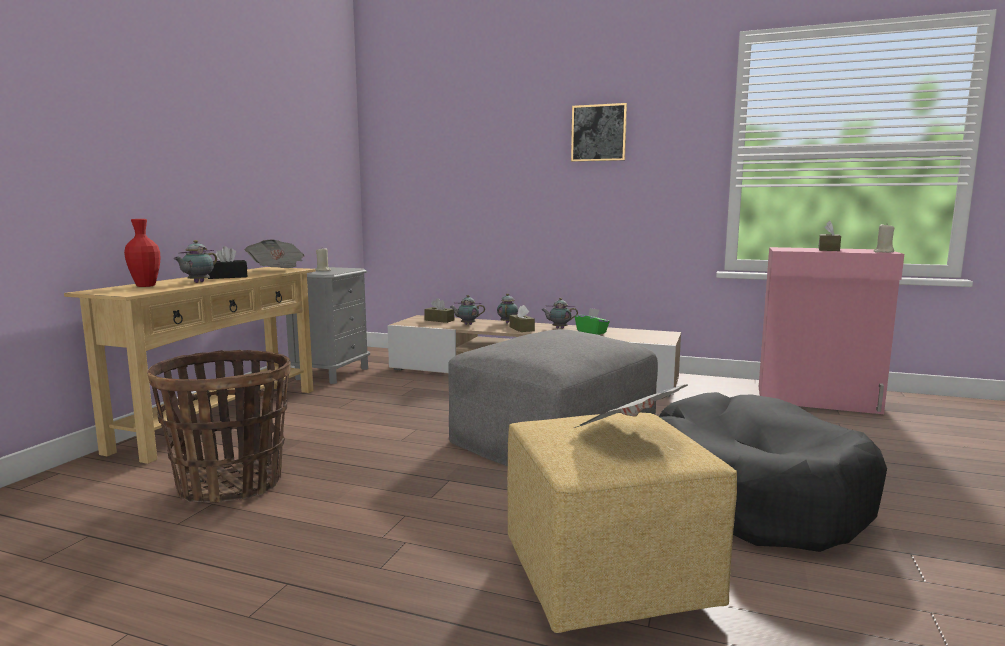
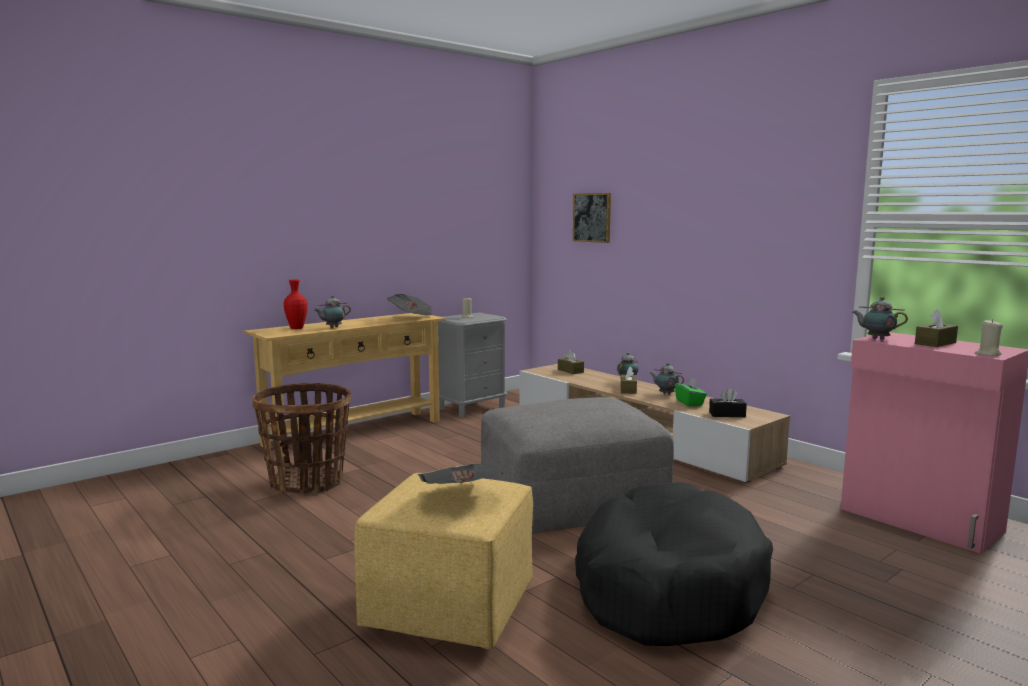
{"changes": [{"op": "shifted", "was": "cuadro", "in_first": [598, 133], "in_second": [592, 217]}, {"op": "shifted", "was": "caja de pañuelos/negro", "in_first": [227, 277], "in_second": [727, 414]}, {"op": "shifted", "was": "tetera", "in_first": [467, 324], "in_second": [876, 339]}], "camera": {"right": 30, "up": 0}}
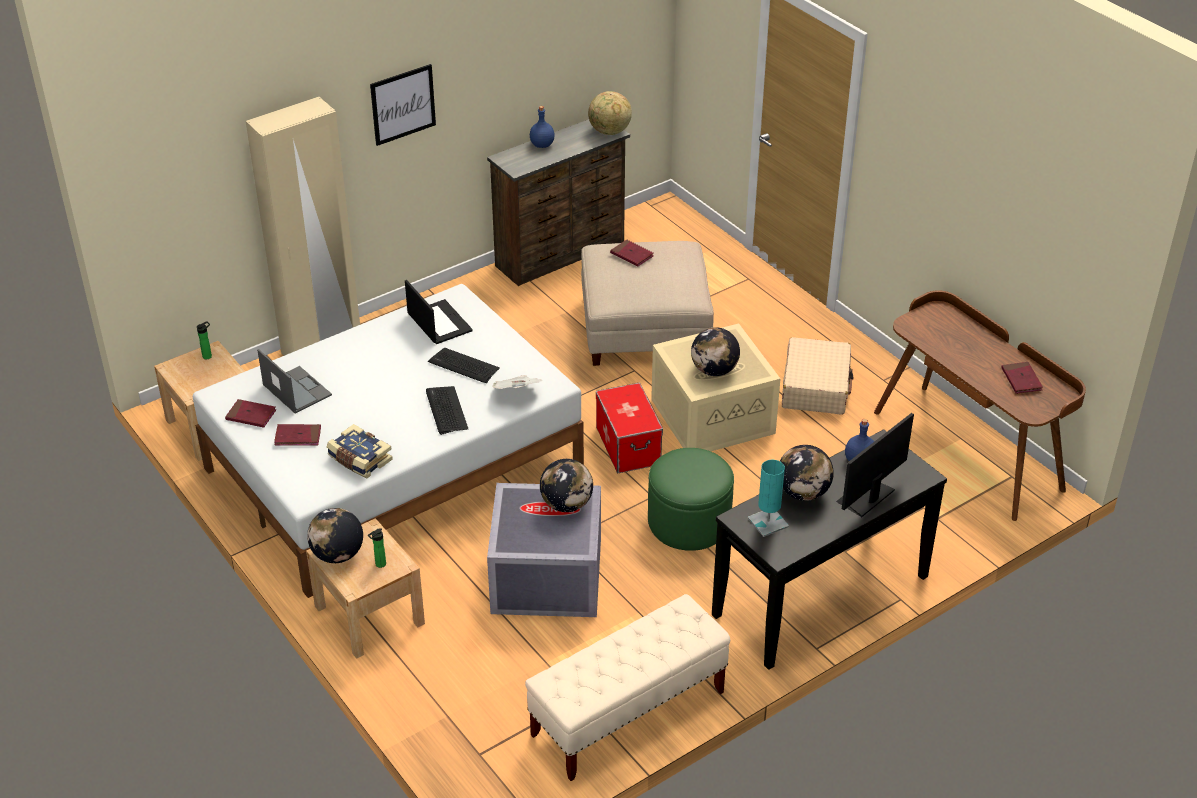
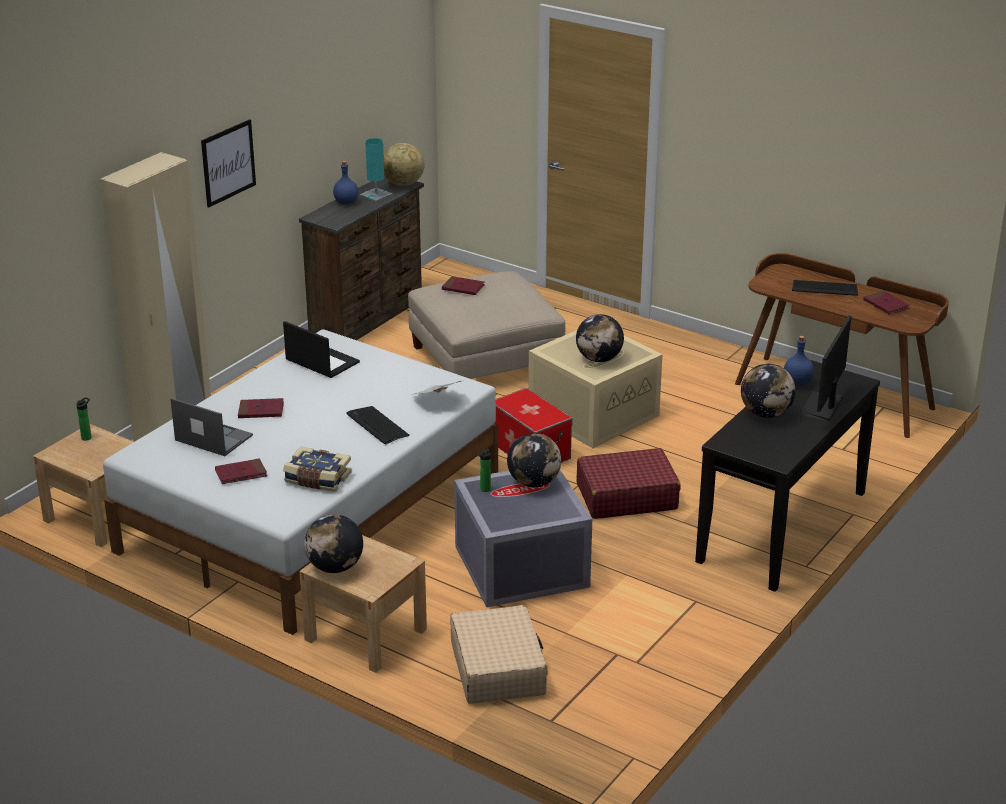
{"changes": [{"op": "shifted", "was": "maleta/beis", "in_first": [815, 386], "in_second": [498, 668]}, {"op": "shifted", "was": "teclado", "in_first": [464, 366], "in_second": [824, 289]}, {"op": "shifted", "was": "libro/rojo", "in_first": [251, 415], "in_second": [261, 411]}, {"op": "swapped", "was": "puf/verde", "now": "maleta/rojo", "in_first": [689, 522], "in_second": [626, 496]}, {"op": "shifted", "was": "lámpara de mesa/turquesa", "in_first": [768, 522], "in_second": [376, 195]}, {"op": "shifted", "was": "botella", "in_first": [379, 565], "in_second": [484, 490]}, {"op": "gone", "was": "banco/beis", "in_first": [627, 714]}], "camera": {"right": -20, "up": -10}}
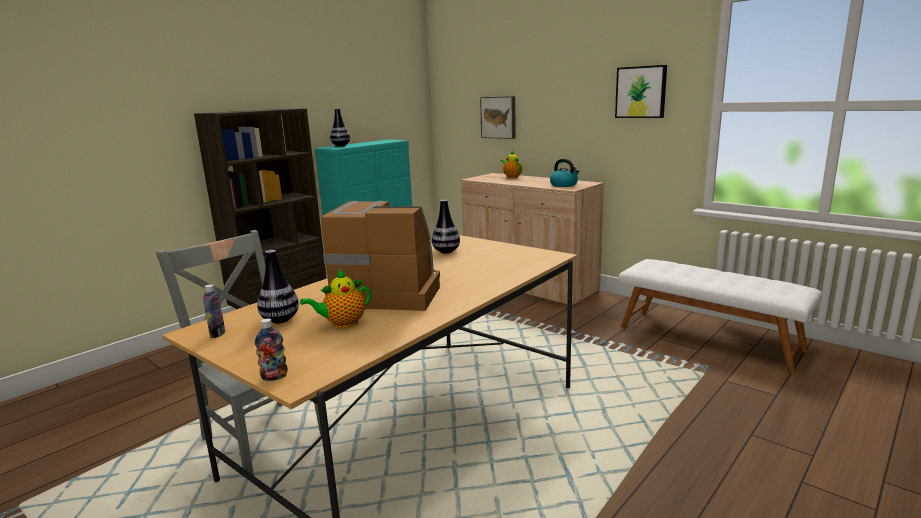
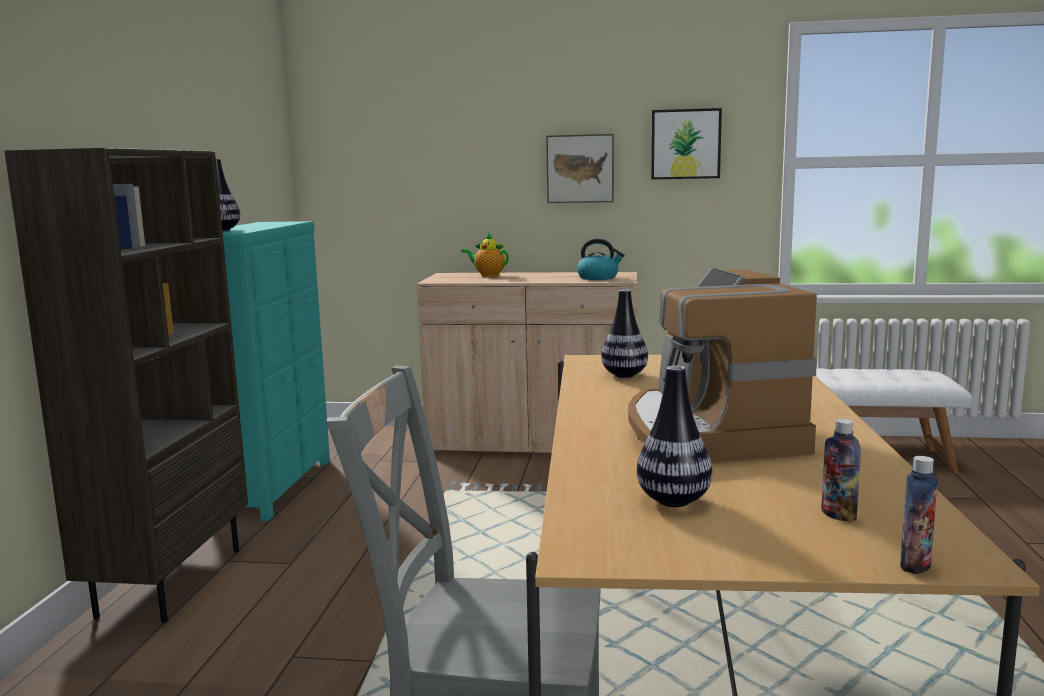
{"changes": [{"op": "shifted", "was": "cuadro", "in_first": [499, 117], "in_second": [580, 168]}, {"op": "rotated", "was": "cafetera", "in_first": [386, 292], "in_second": [707, 434], "clockwise": -75}, {"op": "gone", "was": "tetera", "in_first": [342, 324]}, {"op": "shifted", "was": "botella", "in_first": [217, 334], "in_second": [838, 515]}], "camera": {"right": -35, "up": -5}}
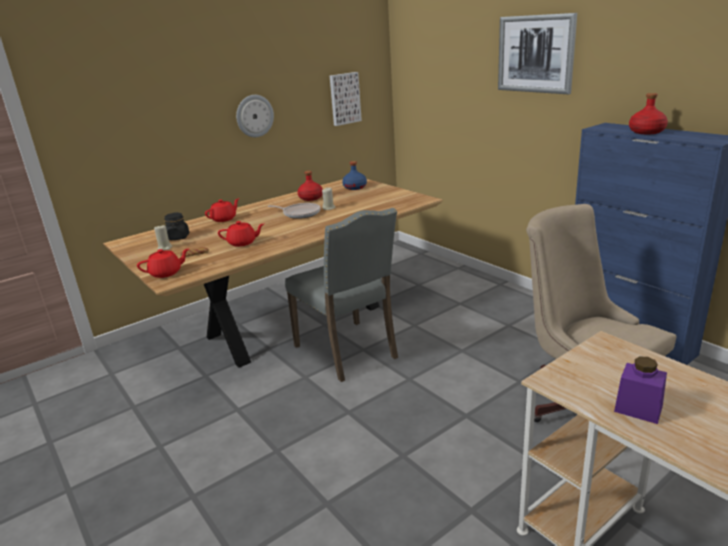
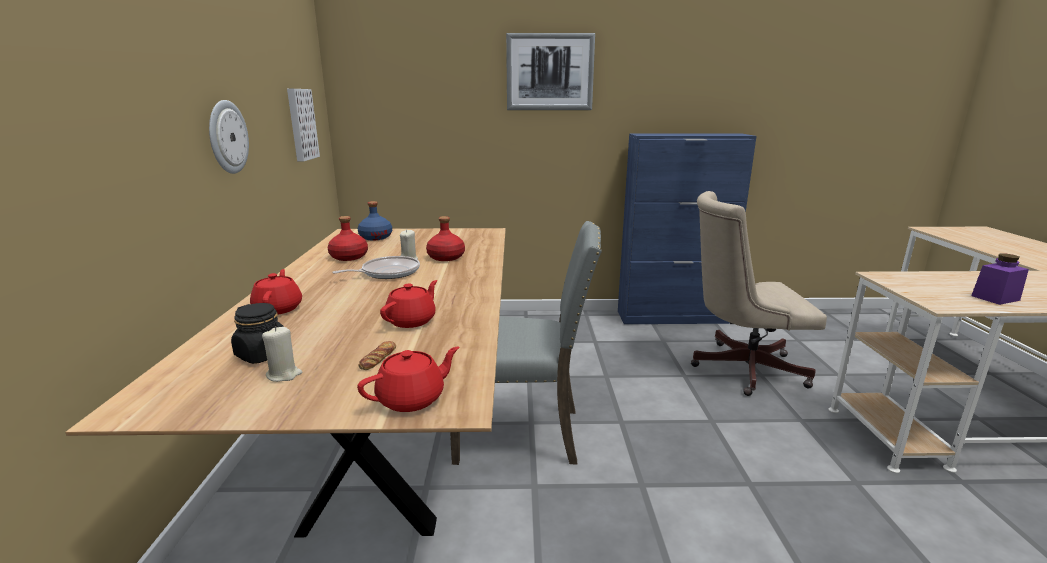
{"changes": [{"op": "shifted", "was": "botella/rojo", "in_first": [646, 132], "in_second": [446, 257]}, {"op": "rotated", "was": "tetera/rojo", "in_first": [166, 273], "in_second": [412, 399], "clockwise": 45}], "camera": {"right": -55, "up": -5}}
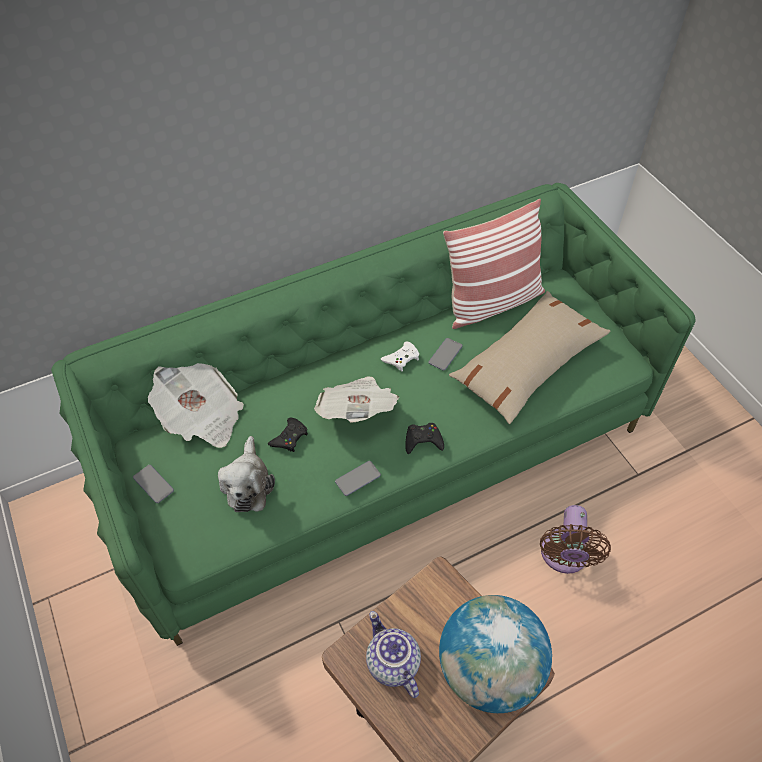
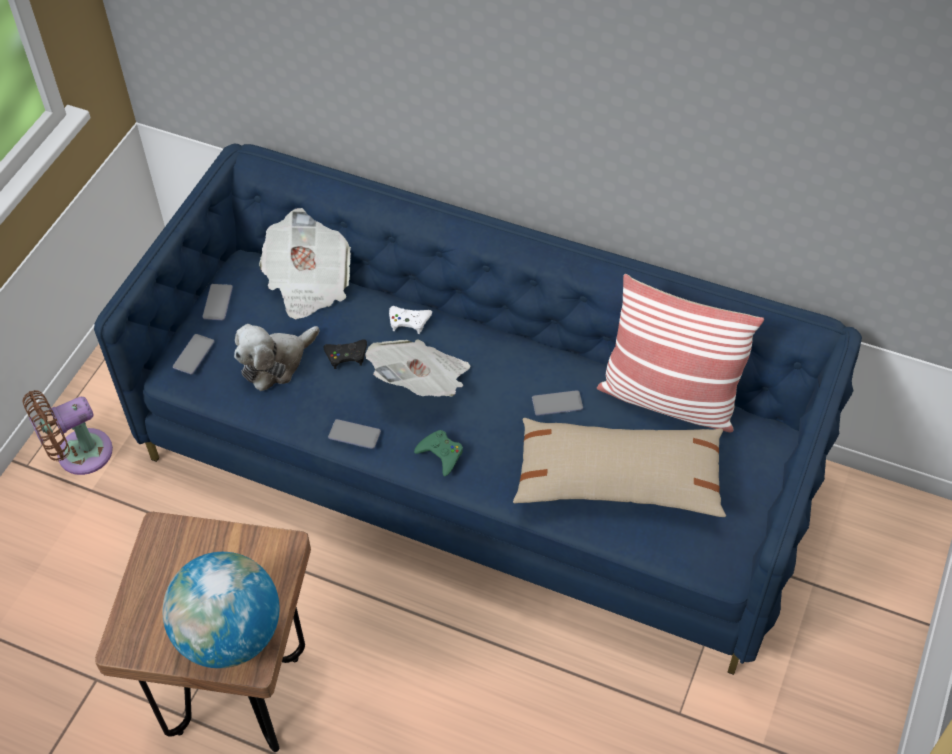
{"changes": [{"op": "repainted", "was": "sofá/verde", "now": "sofá/azul", "in_first": [381, 451], "in_second": [478, 465]}, {"op": "shifted", "was": "mando de consola/blanco", "in_first": [401, 358], "in_second": [409, 321]}, {"op": "repainted", "was": "mando de consola/negro", "now": "mando de consola/verde", "in_first": [423, 440], "in_second": [441, 454]}, {"op": "shifted", "was": "ventilador/marrón", "in_first": [564, 556], "in_second": [78, 455]}, {"op": "gone", "was": "tetera", "in_first": [391, 663]}, {"op": "new", "now": "móvil", "in_second": [194, 355]}], "camera": {"right": 50, "up": 0}}
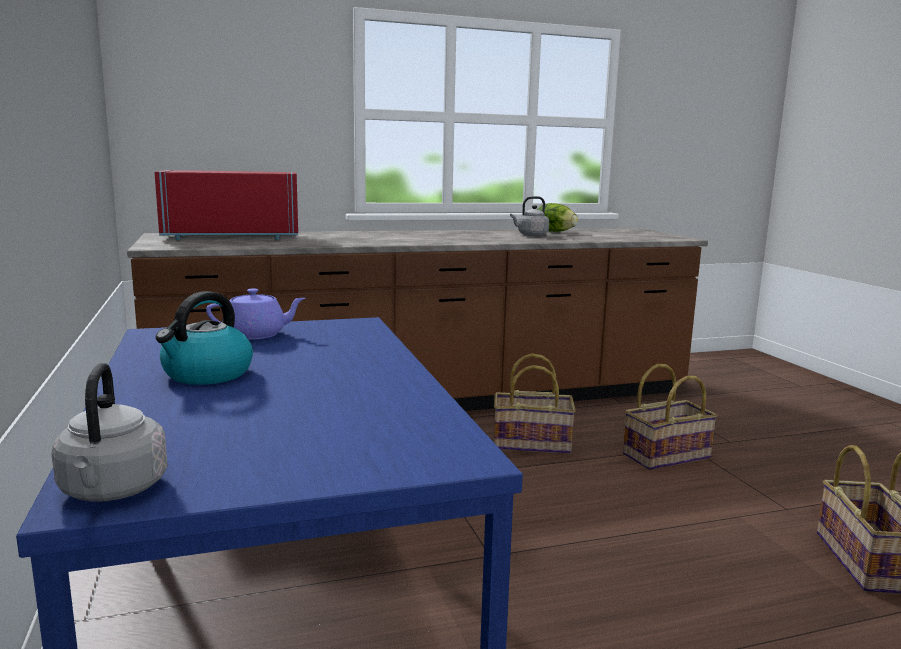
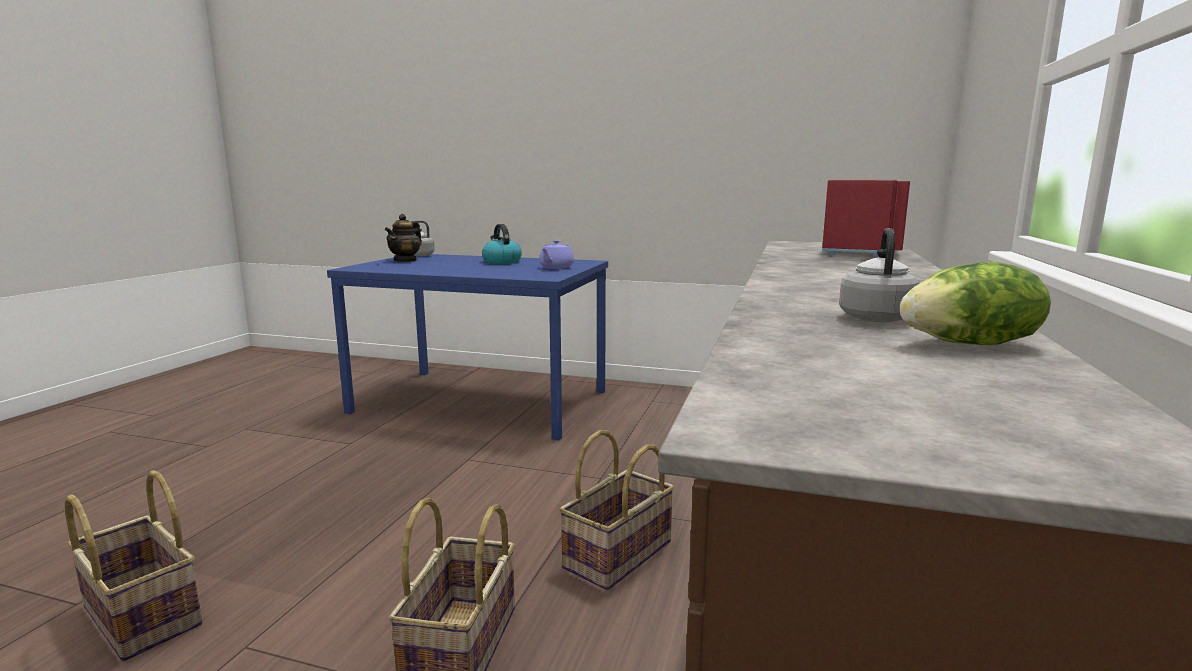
{"changes": [{"op": "new", "now": "tetera", "in_second": [406, 260]}], "camera": {"right": 125, "up": 0}}
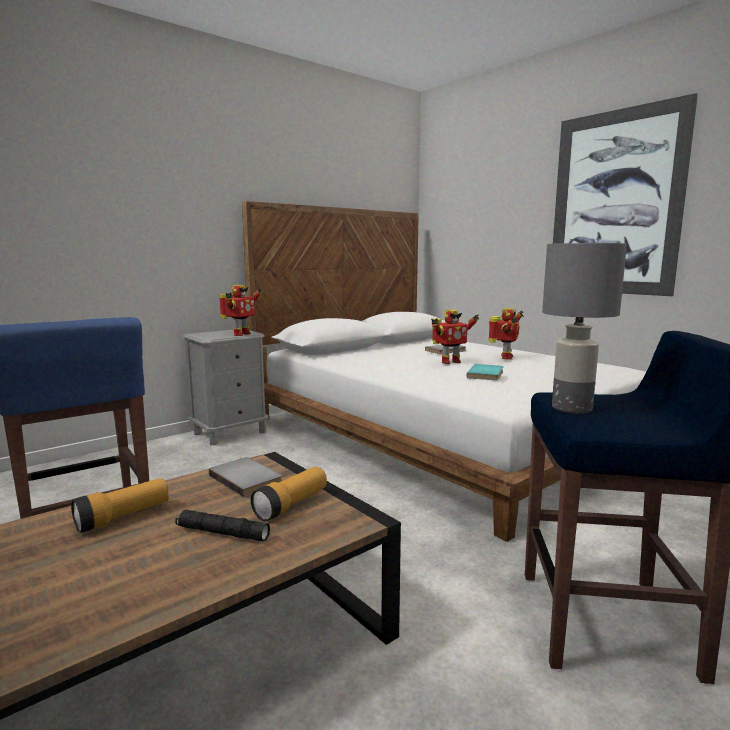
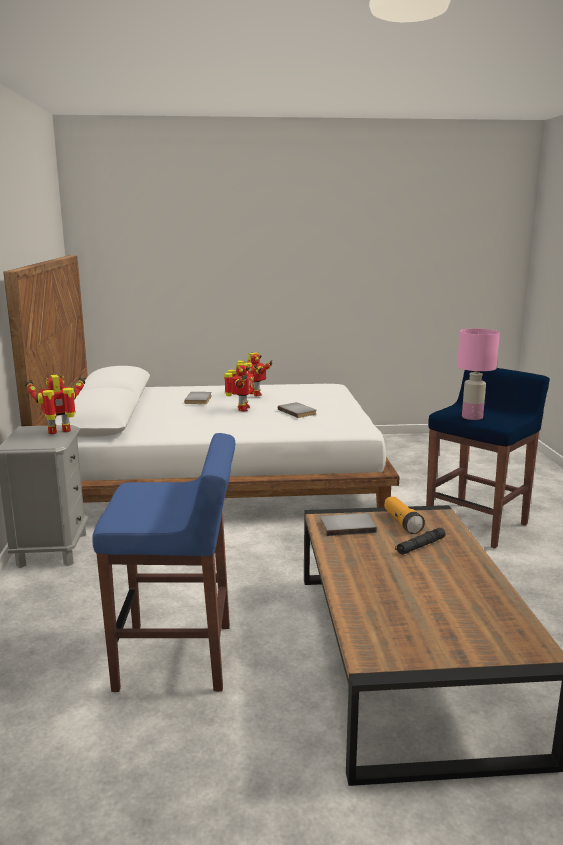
{"changes": [{"op": "gone", "was": "cuadro", "in_first": [614, 204]}, {"op": "repainted", "was": "lámpara de mesa/gris", "now": "lámpara de mesa/rosa", "in_first": [571, 408], "in_second": [471, 417]}, {"op": "rotated", "was": "robot de juguete", "in_first": [240, 334], "in_second": [60, 432], "clockwise": -90}, {"op": "repainted", "was": "libro/turquesa", "now": "libro/gris", "in_first": [487, 374], "in_second": [298, 411]}, {"op": "gone", "was": "linterna", "in_first": [123, 517]}], "camera": {"right": -55, "up": 5}}
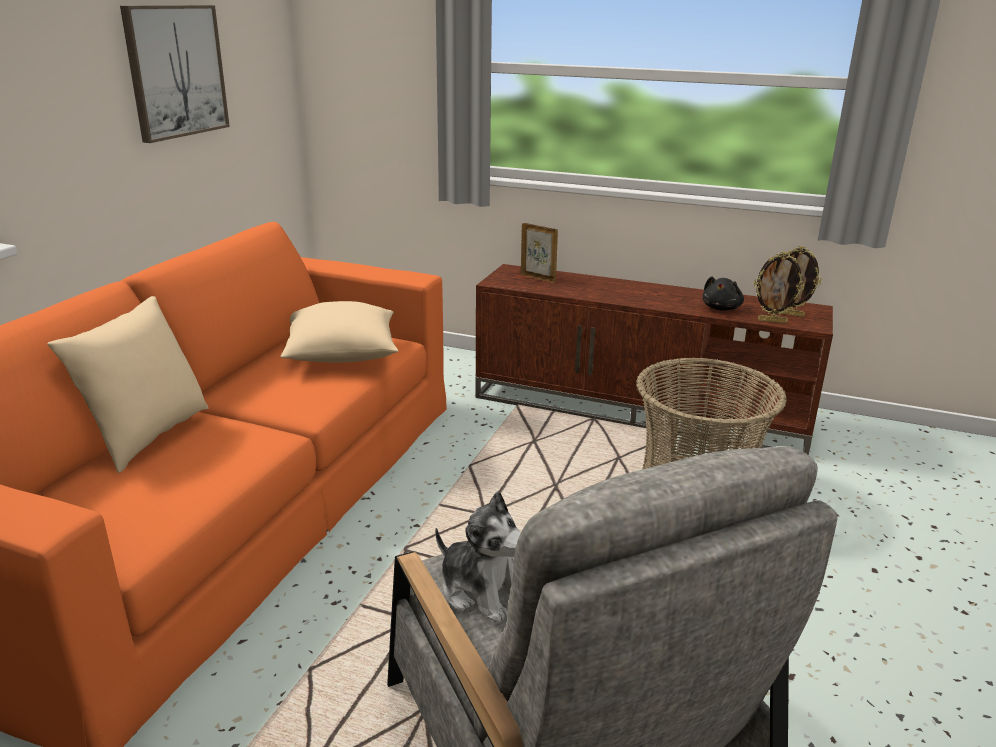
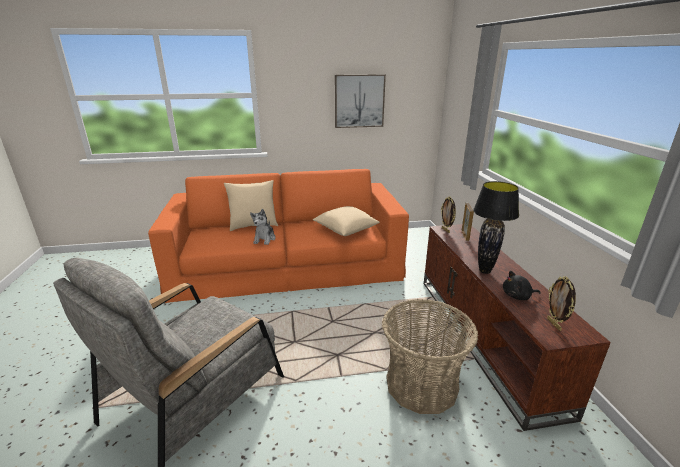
{"changes": [{"op": "shifted", "was": "portarretratos", "in_first": [772, 321], "in_second": [446, 230]}, {"op": "shifted", "was": "peluche", "in_first": [482, 591], "in_second": [264, 239]}, {"op": "new", "now": "lámpara de mesa/negro", "in_second": [485, 271]}], "camera": {"right": 60, "up": 0}}
